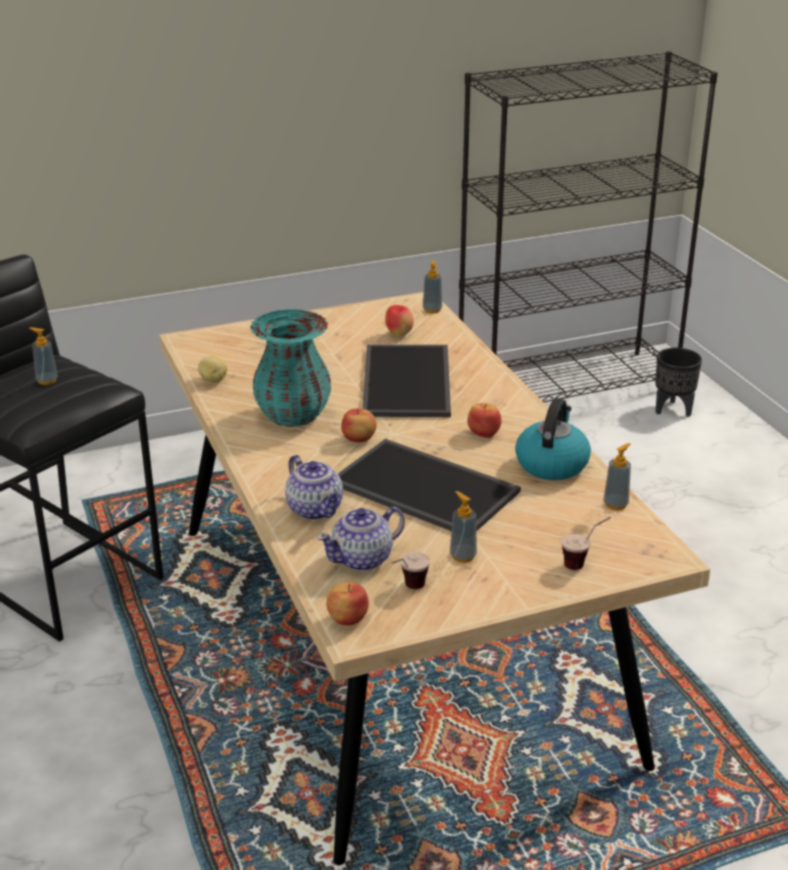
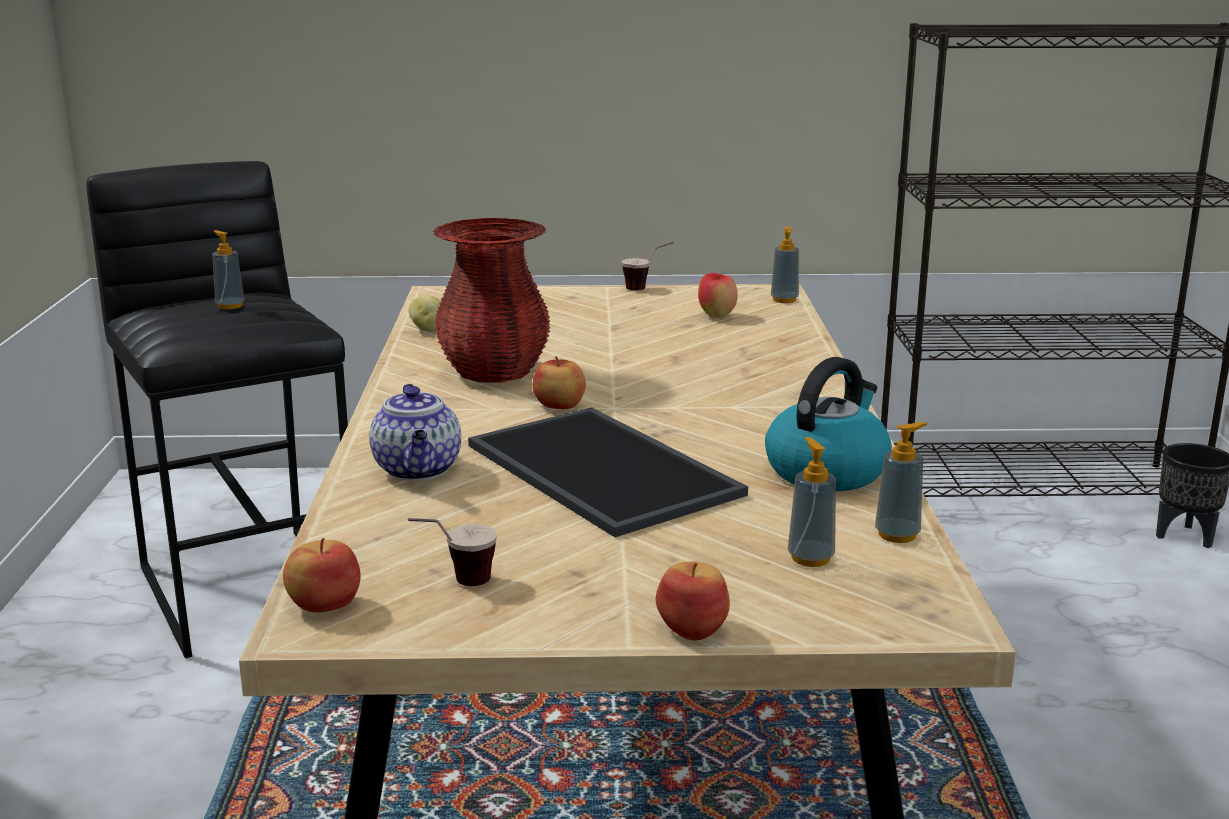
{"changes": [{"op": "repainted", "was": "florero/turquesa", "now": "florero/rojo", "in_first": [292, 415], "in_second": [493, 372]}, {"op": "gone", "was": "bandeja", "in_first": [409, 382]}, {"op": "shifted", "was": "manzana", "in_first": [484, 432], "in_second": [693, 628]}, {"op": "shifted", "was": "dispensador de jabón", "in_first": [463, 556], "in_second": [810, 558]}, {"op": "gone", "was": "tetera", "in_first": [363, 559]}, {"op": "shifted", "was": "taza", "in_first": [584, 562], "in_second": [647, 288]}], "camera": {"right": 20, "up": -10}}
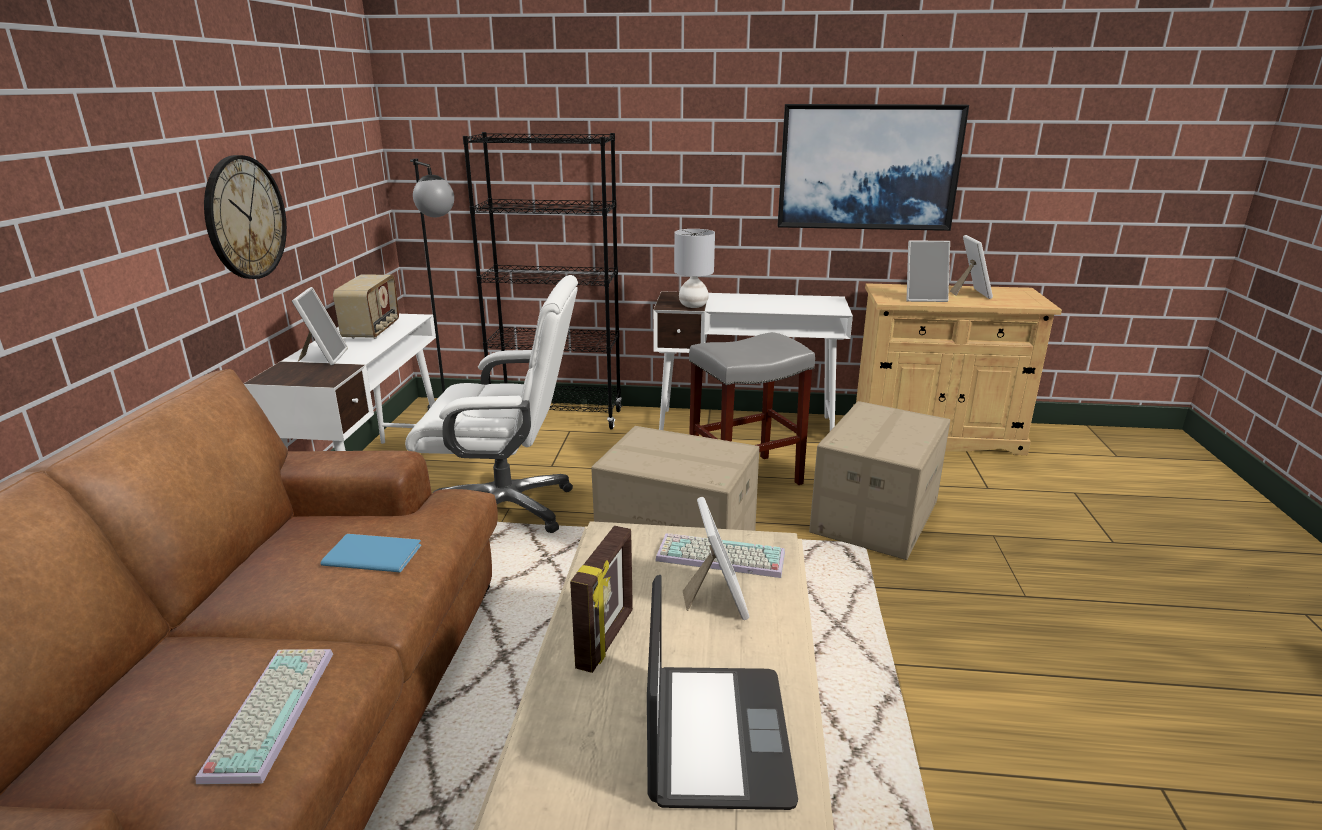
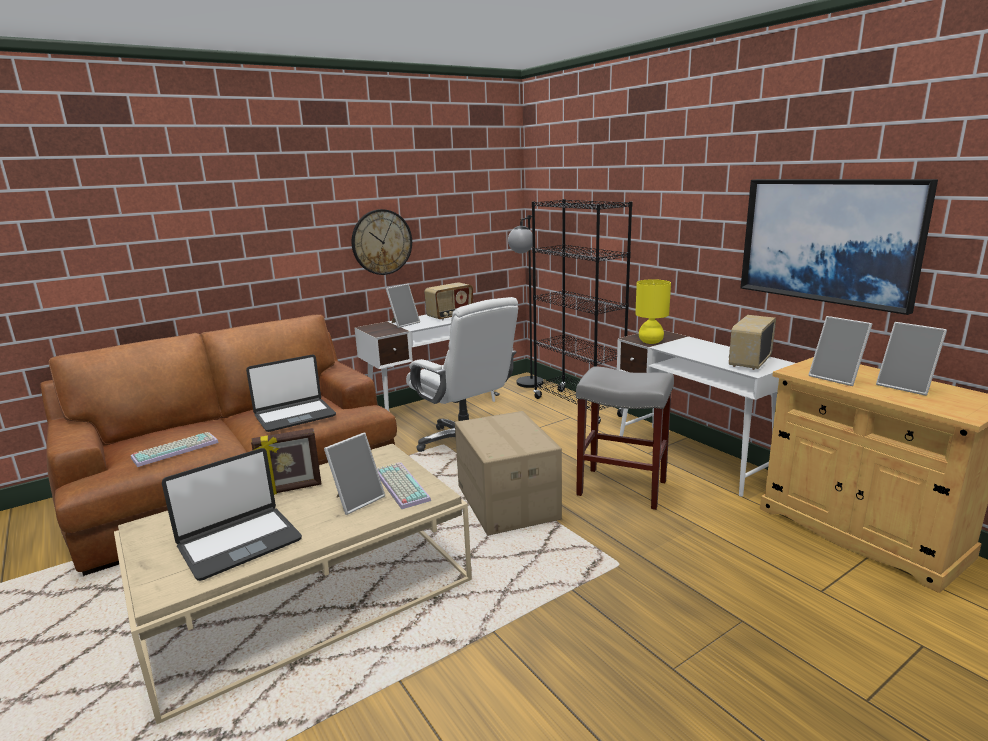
{"changes": [{"op": "repainted", "was": "lámpara de mesa/gris", "now": "lámpara de mesa/amarillo", "in_first": [693, 305], "in_second": [650, 342]}, {"op": "rotated", "was": "portarretratos", "in_first": [970, 293], "in_second": [906, 386], "clockwise": 90}, {"op": "gone", "was": "caja de cartón", "in_first": [874, 516]}, {"op": "swapped", "was": "libro/azul", "now": "portátil", "in_first": [371, 554], "in_second": [294, 416]}, {"op": "new", "now": "radio", "in_second": [749, 362]}], "camera": {"right": 50, "up": -5}}
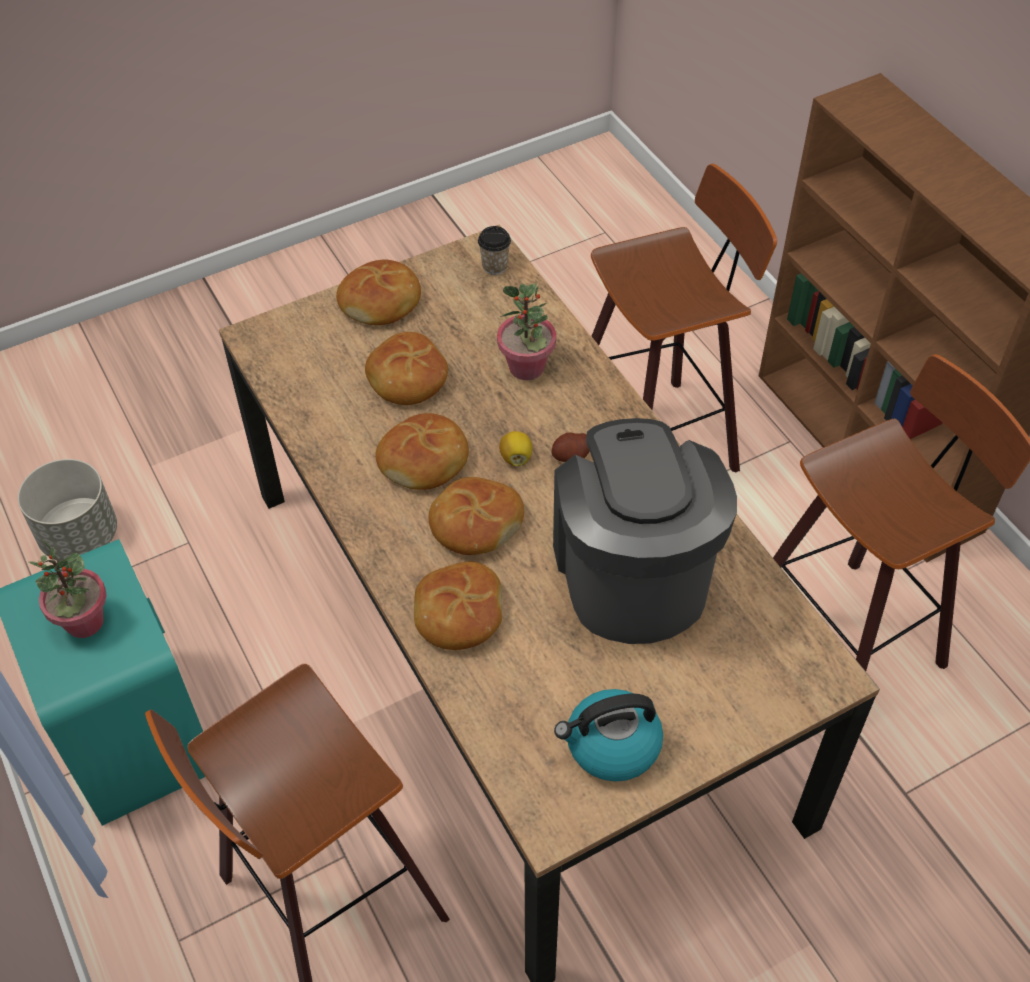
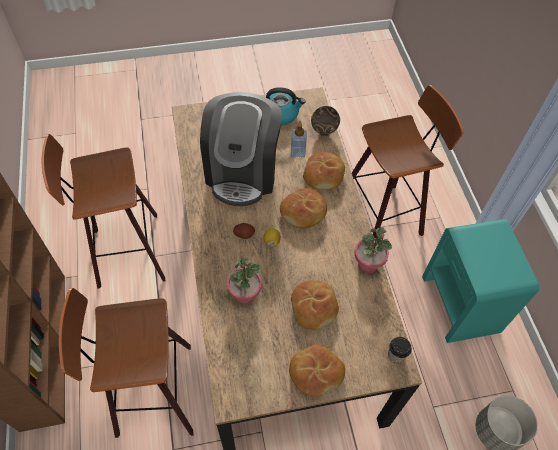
{"changes": [{"op": "shifted", "was": "taza", "in_first": [495, 266], "in_second": [396, 355]}, {"op": "gone", "was": "pan", "in_first": [425, 461]}, {"op": "shifted", "was": "planta en maceta", "in_first": [84, 622], "in_second": [367, 264]}, {"op": "new", "now": "cuenco/marrón", "in_second": [323, 132]}, {"op": "new", "now": "dispensador de jabón", "in_second": [297, 152]}], "camera": {"right": -165, "up": 5}}
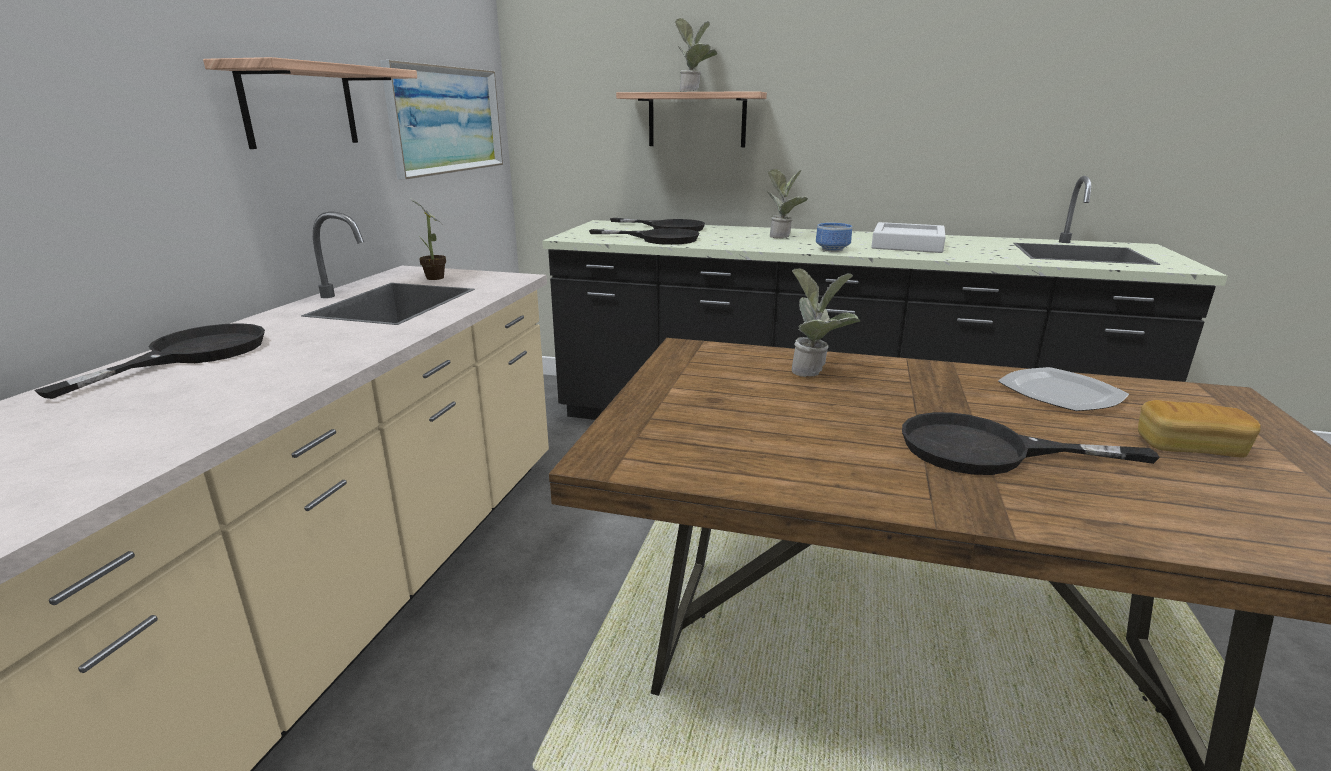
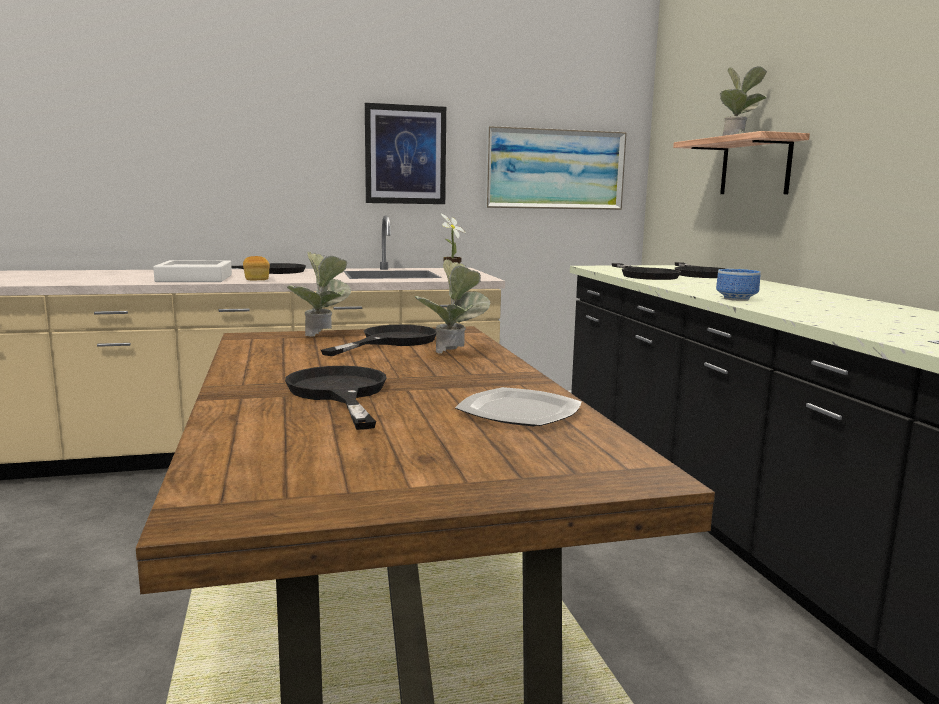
{"changes": [{"op": "swapped", "was": "estante", "now": "cuadro", "in_first": [300, 106], "in_second": [405, 155]}, {"op": "shifted", "was": "planta en maceta", "in_first": [783, 236], "in_second": [323, 336]}, {"op": "shifted", "was": "bandeja/blanco", "in_first": [907, 245], "in_second": [195, 278]}, {"op": "shifted", "was": "pan", "in_first": [1188, 447], "in_second": [256, 279]}, {"op": "new", "now": "sartén/negro", "in_second": [391, 341]}], "camera": {"right": 60, "up": -10}}
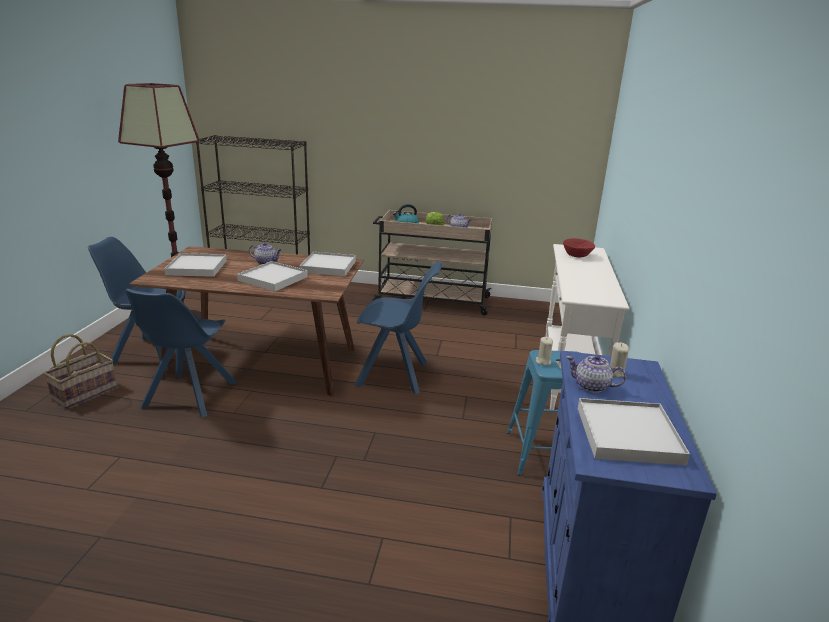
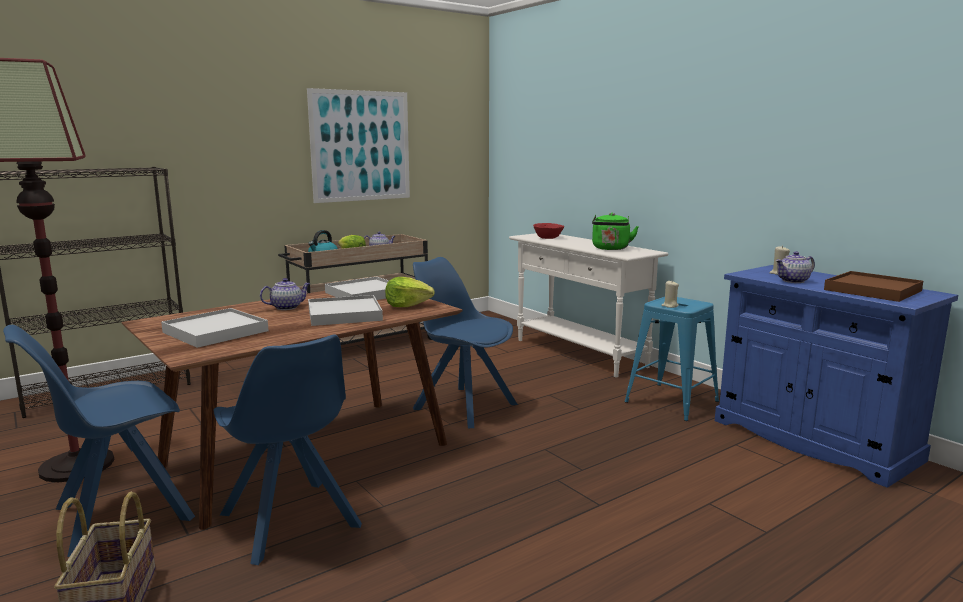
{"changes": [{"op": "rotated", "was": "silla/azul", "in_first": [395, 375], "in_second": [463, 406], "clockwise": -105}, {"op": "repainted", "was": "bandeja/blanco", "now": "bandeja/marrón", "in_first": [627, 435], "in_second": [872, 290]}, {"op": "new", "now": "cuadro", "in_second": [361, 146]}, {"op": "new", "now": "hervidor/verde", "in_second": [610, 249]}, {"op": "new", "now": "lechuga", "in_second": [407, 305]}], "camera": {"right": -45, "up": -10}}
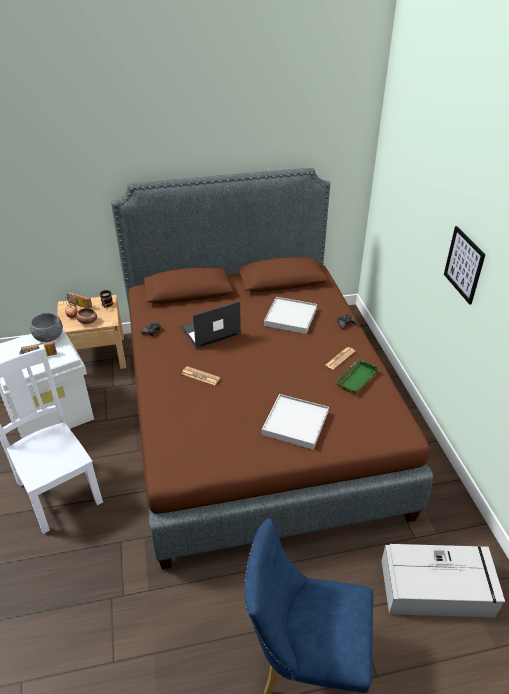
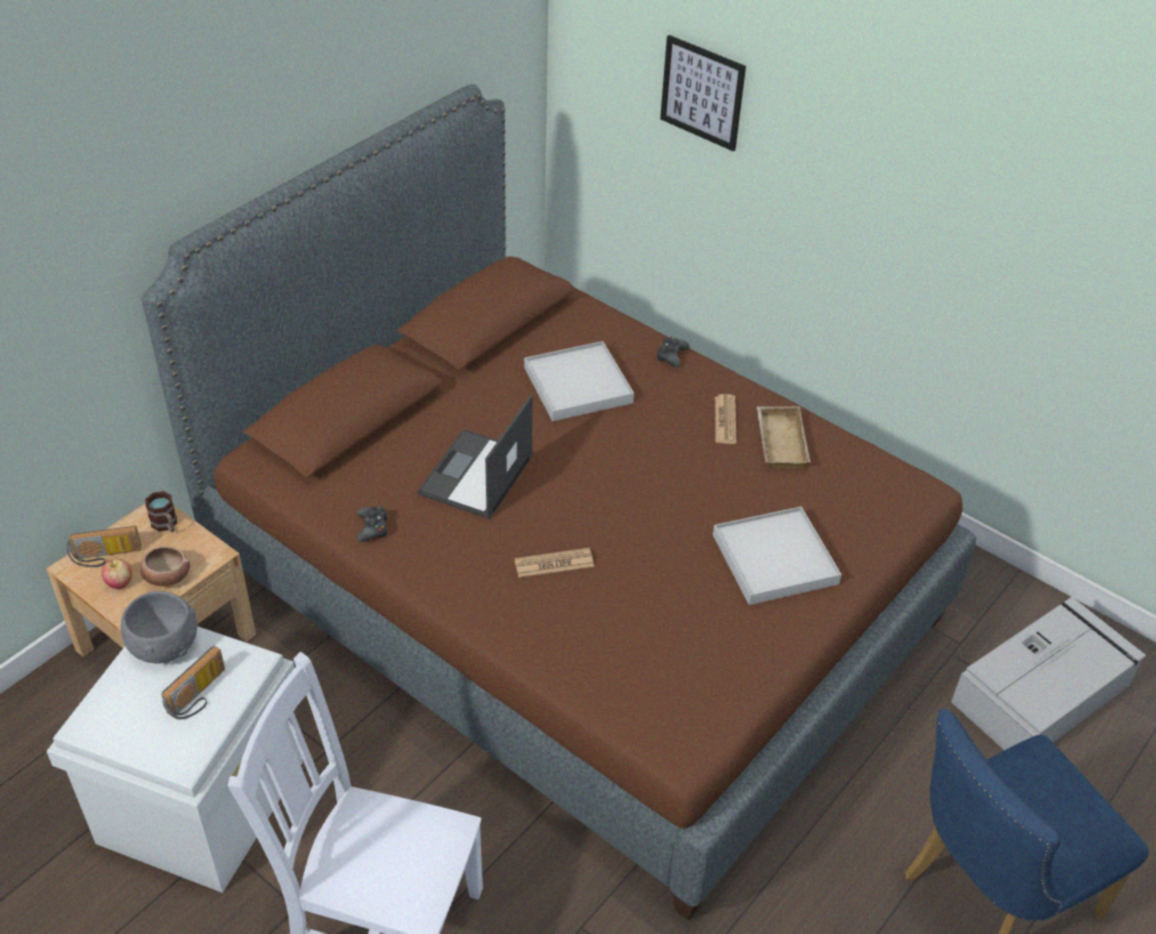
{"changes": [{"op": "shifted", "was": "cuadro", "in_first": [464, 265], "in_second": [702, 92]}, {"op": "repainted", "was": "bandeja/verde", "now": "bandeja/beis", "in_first": [355, 378], "in_second": [778, 441]}], "camera": {"right": -40, "up": 5}}
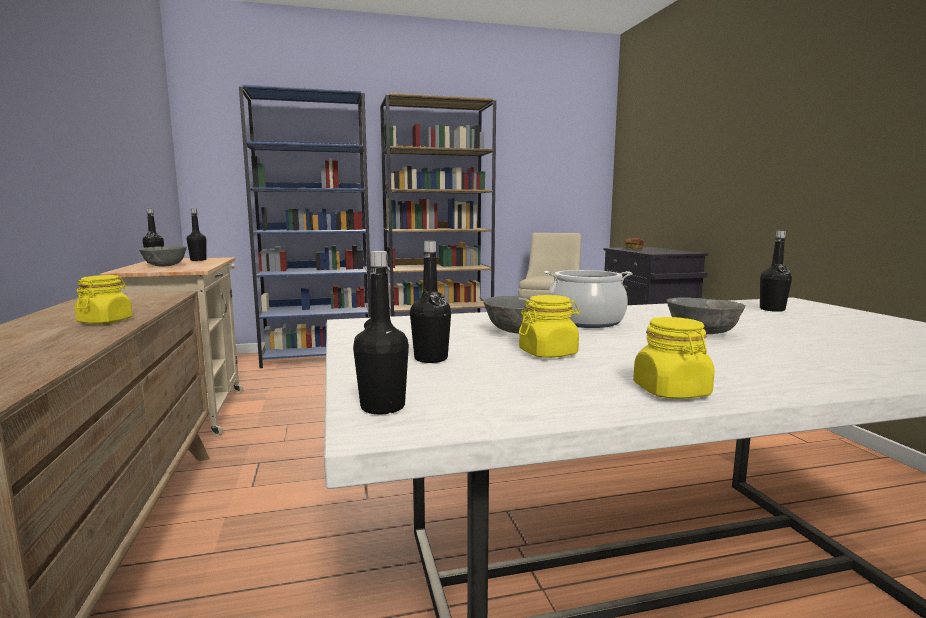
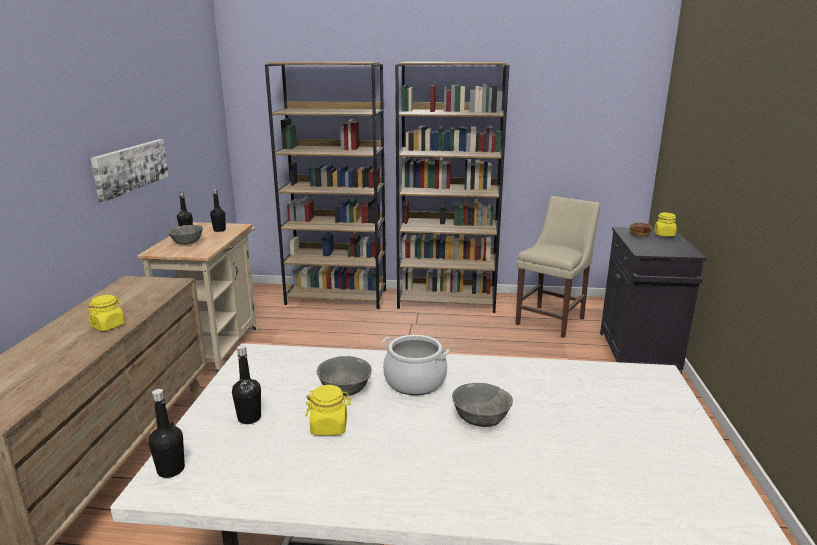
{"changes": [{"op": "repainted", "was": "estantería/azul", "now": "estantería/marrón", "in_first": [319, 356], "in_second": [337, 297]}, {"op": "gone", "was": "botella/negro", "in_first": [772, 309]}, {"op": "shifted", "was": "tarro/amarillo", "in_first": [671, 391], "in_second": [664, 234]}, {"op": "new", "now": "cuadro", "in_second": [131, 168]}], "camera": {"right": 20, "up": 10}}
